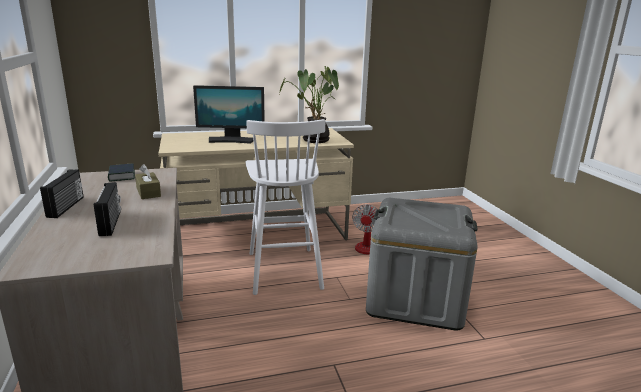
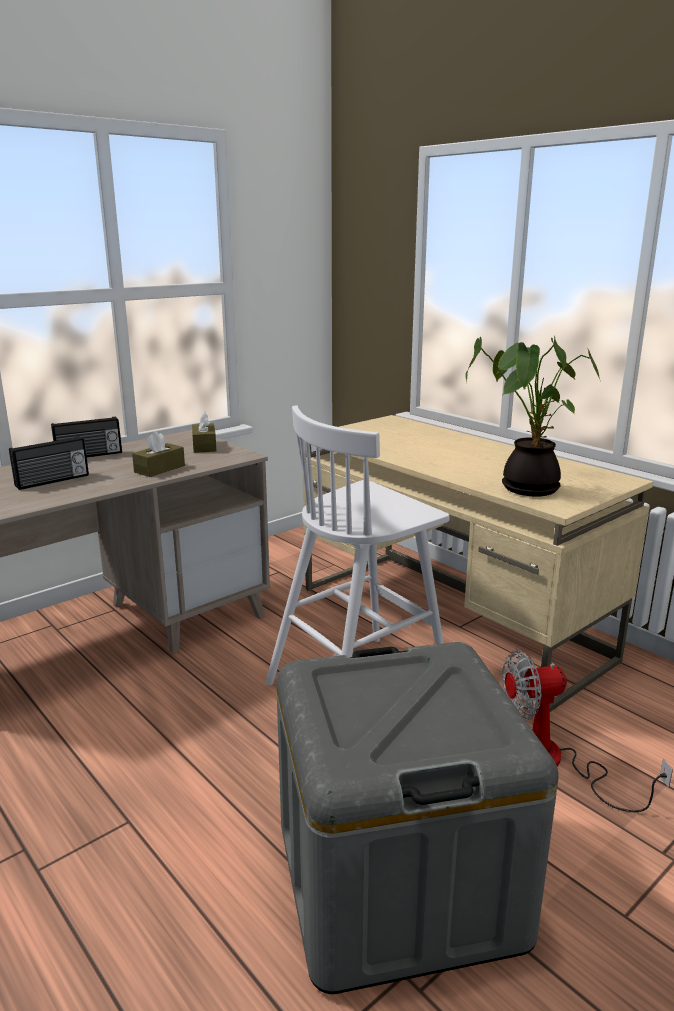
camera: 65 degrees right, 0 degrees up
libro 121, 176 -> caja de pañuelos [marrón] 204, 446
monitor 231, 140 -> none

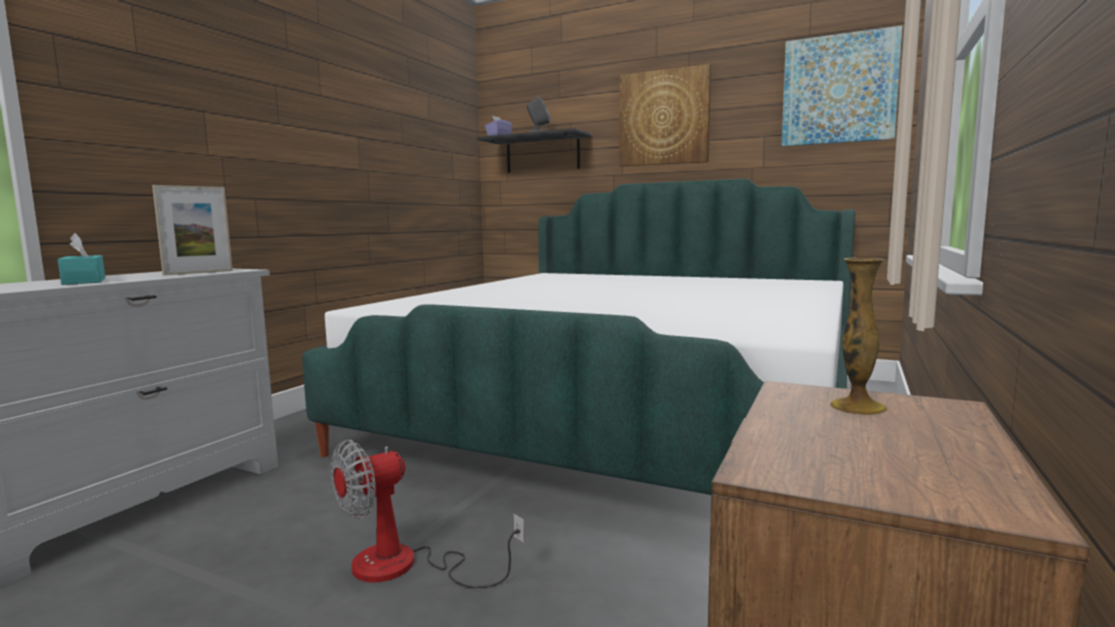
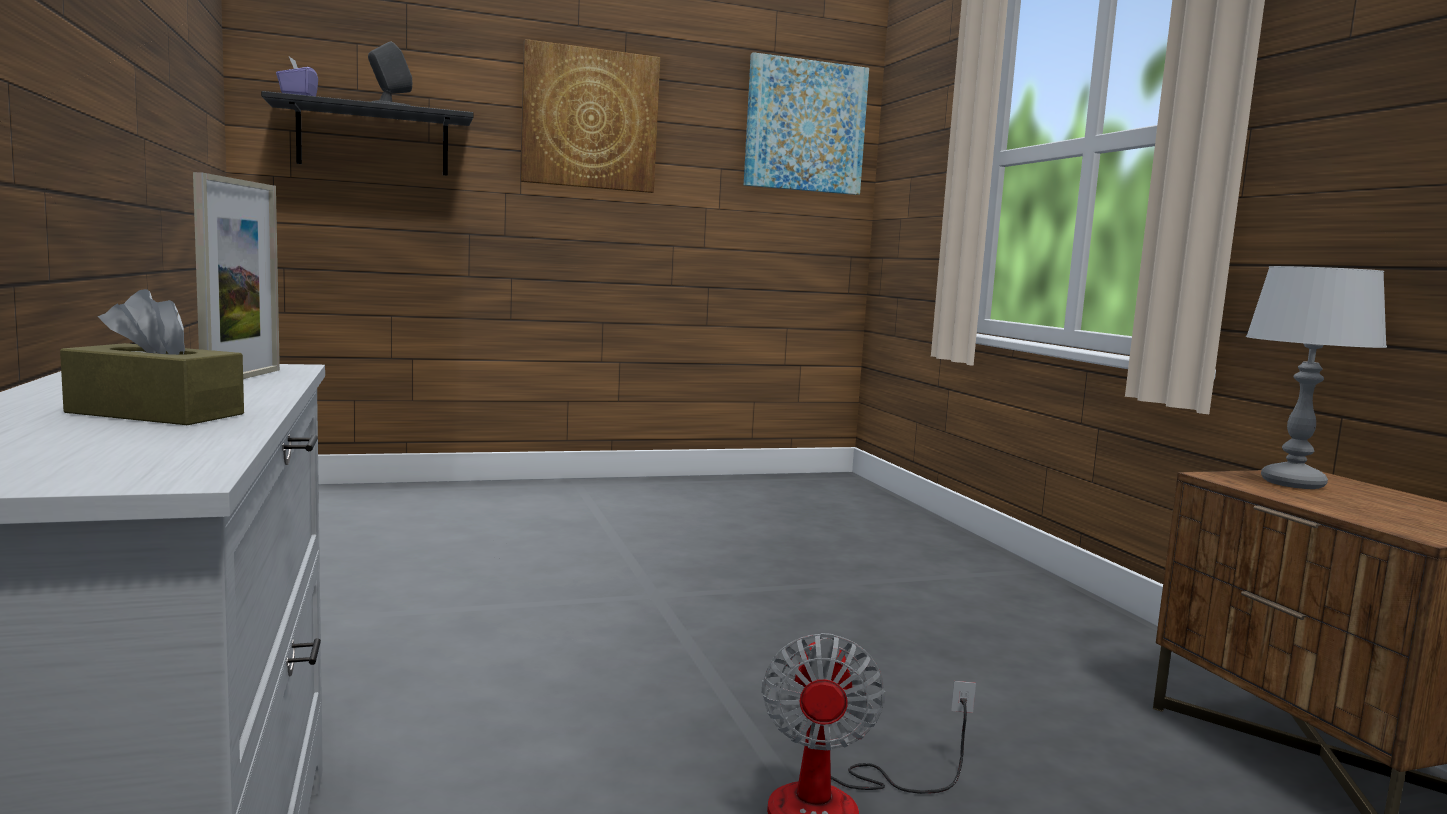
camera: 45 degrees left, 0 degrees up
caja de pañuelos [turquesa] 84, 281 -> caja de pañuelos [marrón] 155, 413
cama 625, 411 -> none
florero 858, 407 -> lámpara de mesa [gris] 1292, 483

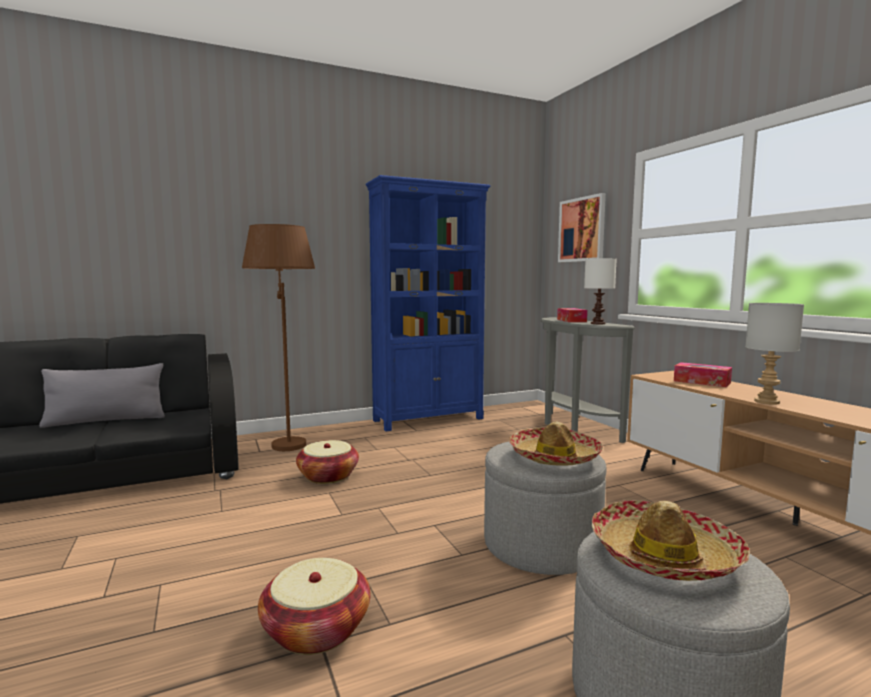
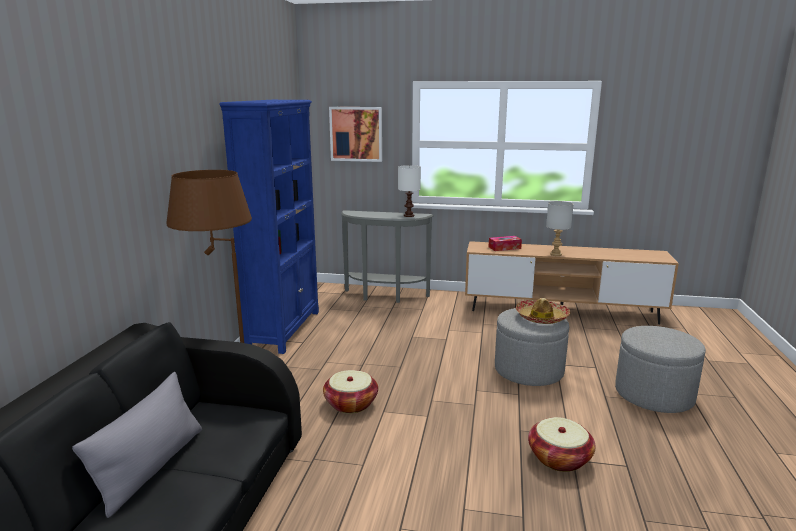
camera: 55 degrees left, 10 degrees up
caja de pañuelos 571, 320 -> none
sombrero 664, 555 -> none

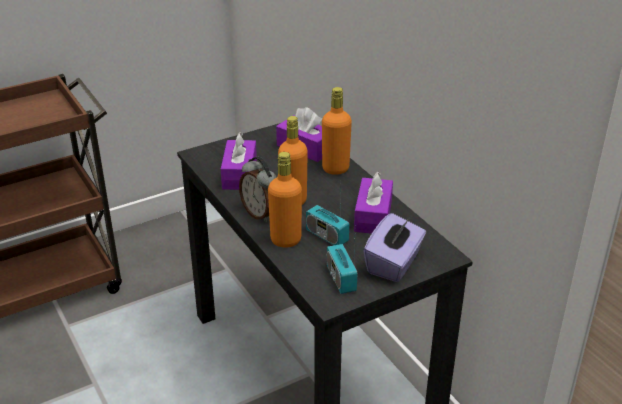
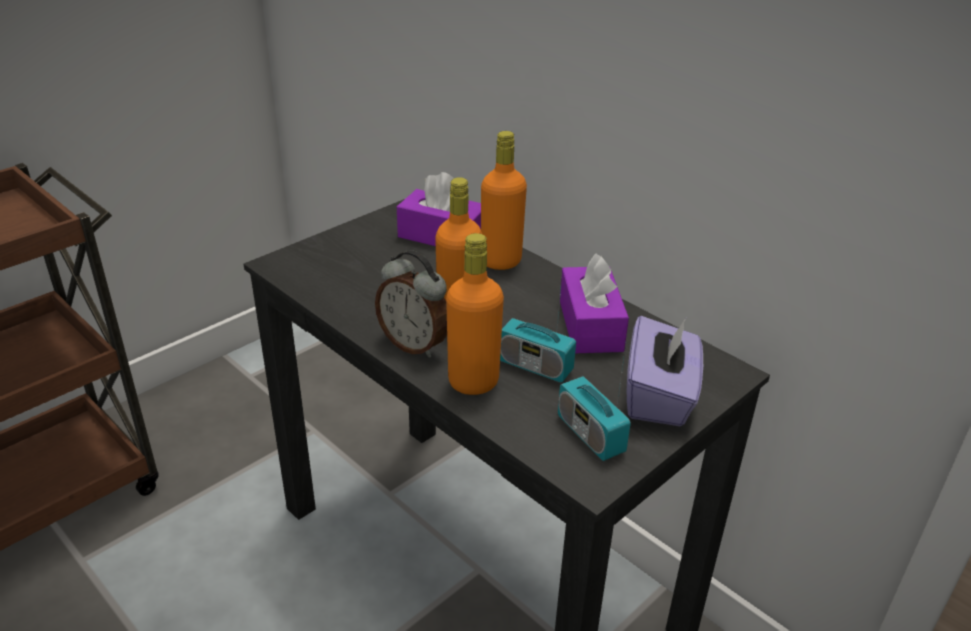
camera: 15 degrees left, 0 degrees up
caja de pañuelos [morado] 239, 174 -> none

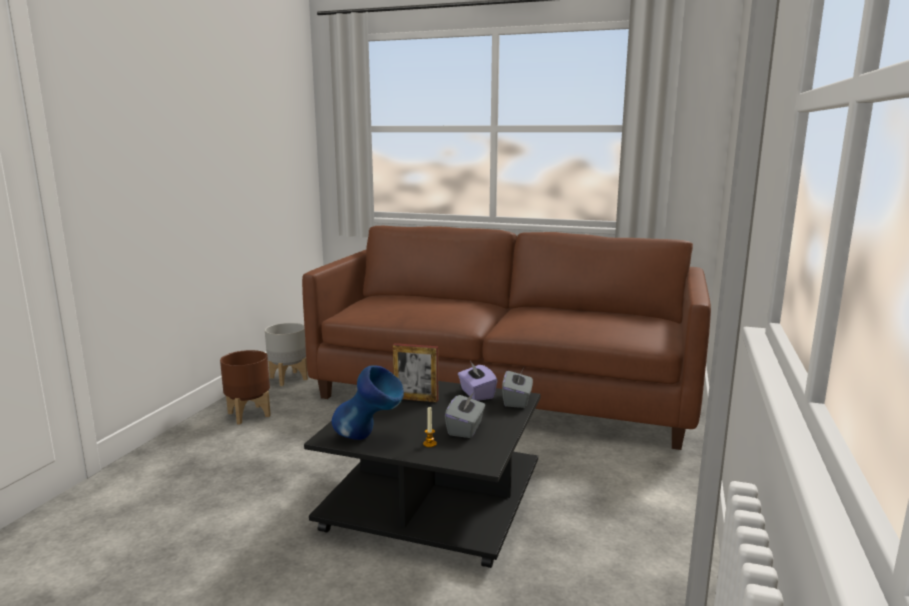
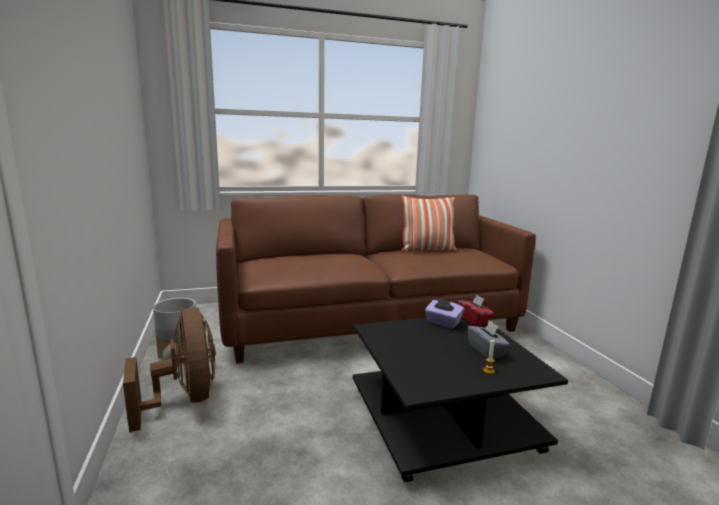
camera: 35 degrees left, 0 degrees up
maceta [marrón] 248, 414 -> ventilador [marrón] 185, 399
florero [azul] 369, 438 -> none
portarretratos 416, 399 -> none
caja de pañuelos [gris] 517, 400 -> caja de pañuelos [rojo] 474, 321
none -> cojín 427, 250

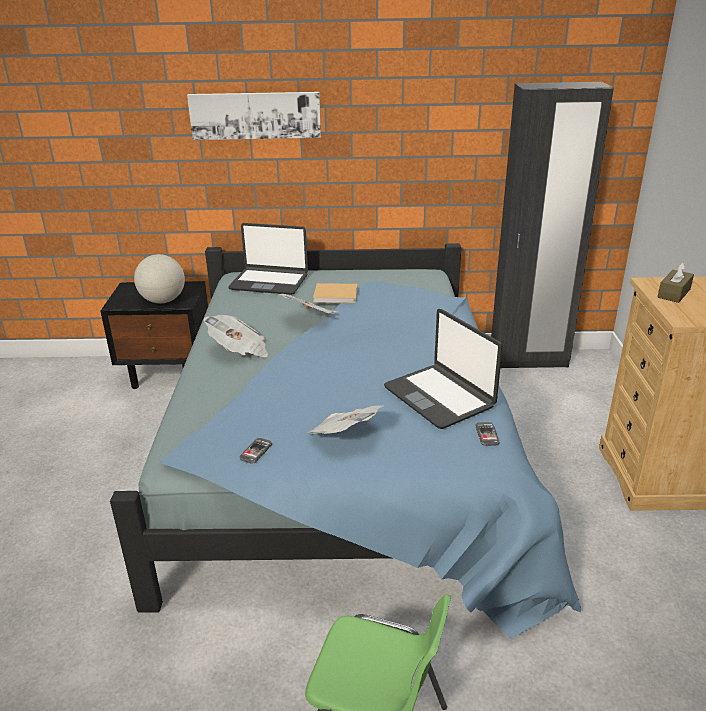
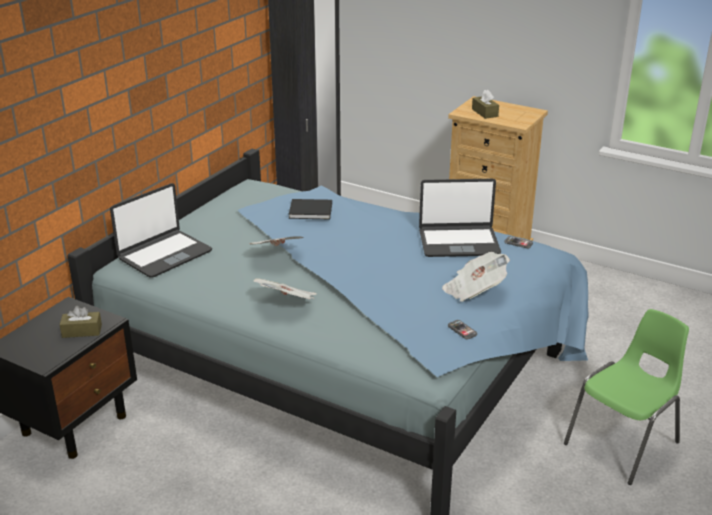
camera: 60 degrees left, 0 degrees up
globo terráqueo 163, 301 -> caja de pañuelos [marrón] 82, 331
cuadro 255, 115 -> none
libro [beis] 337, 295 -> none
none -> libro [negro] 312, 211

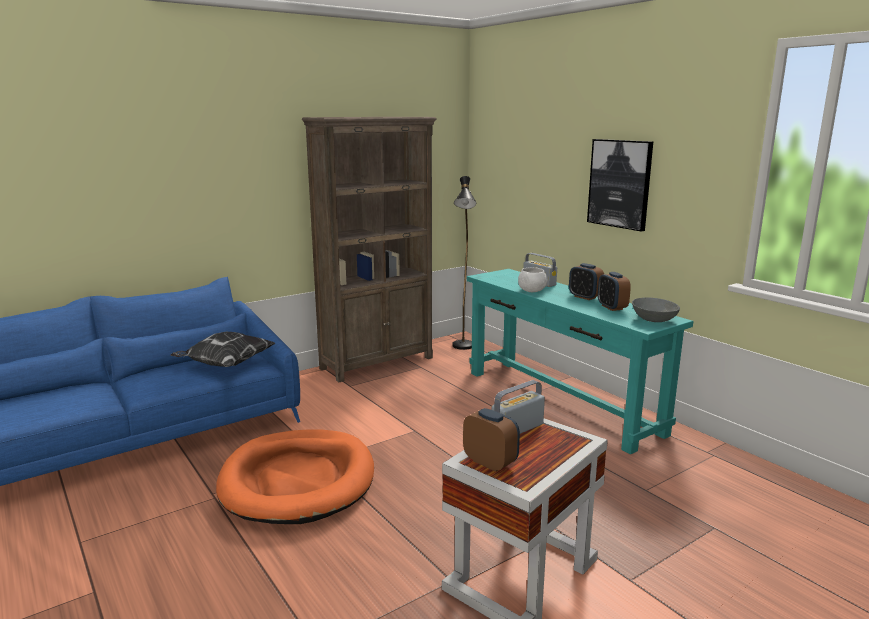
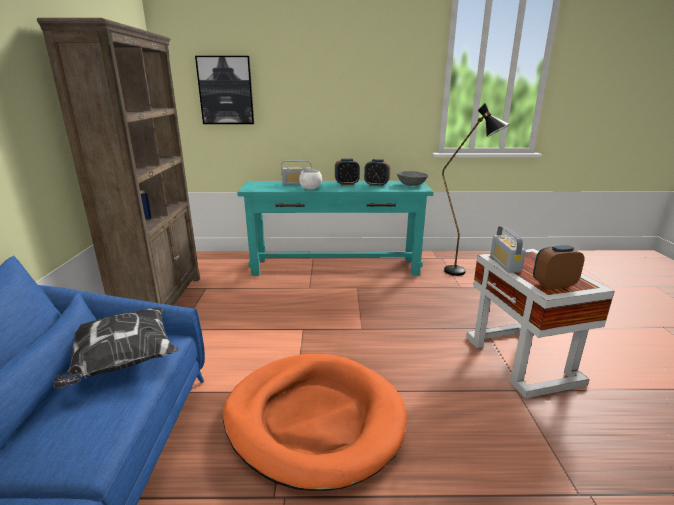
camera: 55 degrees left, 5 degrees up
lámpara de pie [negro] 463, 348 -> lámpara de pie [negro] 462, 273, shifted
cuadro 620, 183 -> cuadro 226, 90, shifted

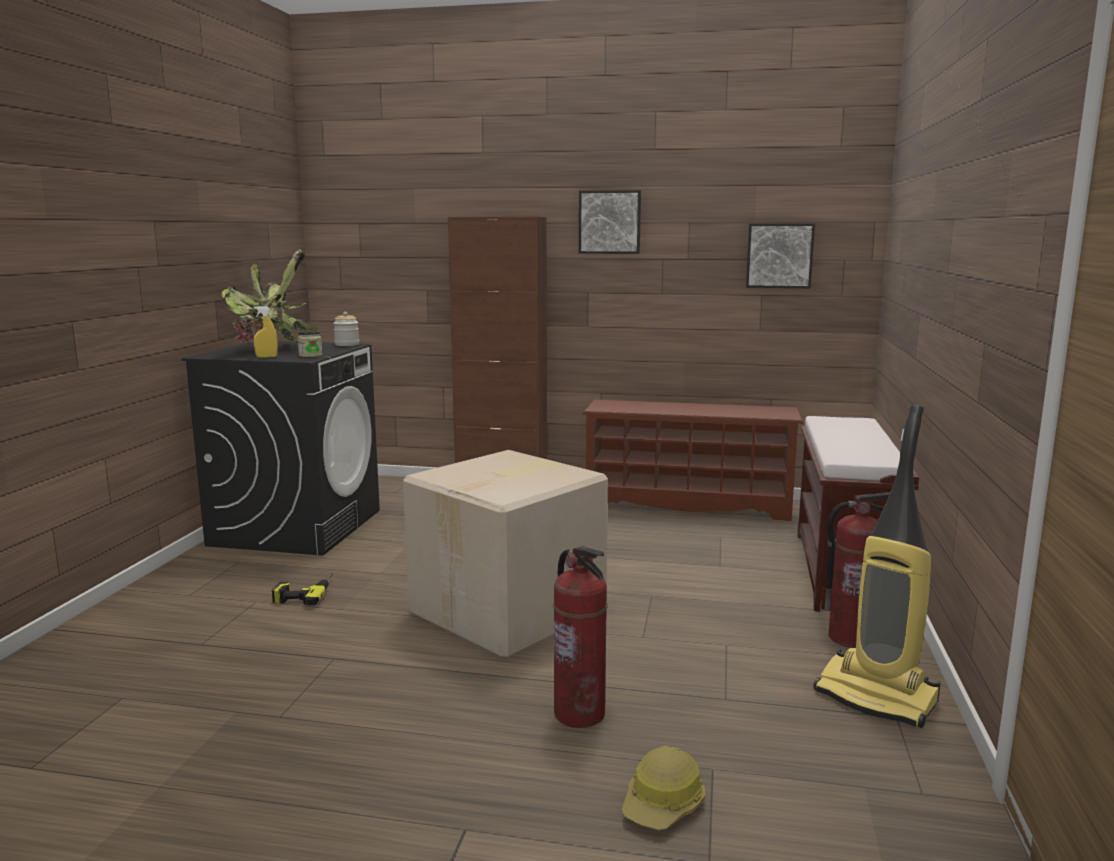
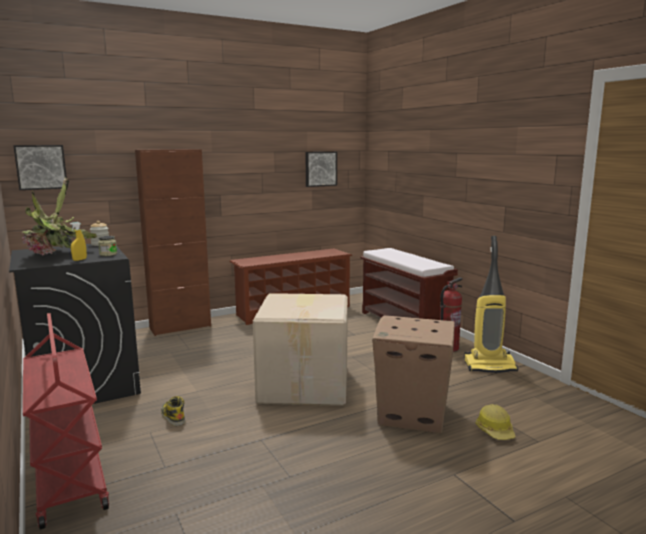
camera: 40 degrees left, 0 degrees up
taladro 304, 593 -> bota 172, 416
extintor 579, 714 -> caja de cartón 413, 414
cuadro 610, 222 -> cuadro 41, 167, shifted
none -> carrito [rojo] 68, 478

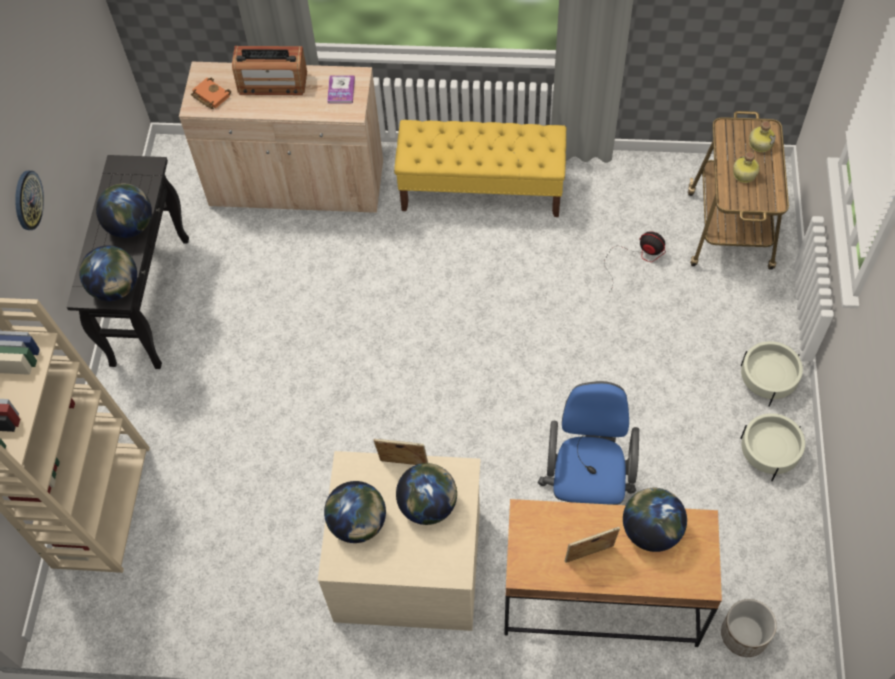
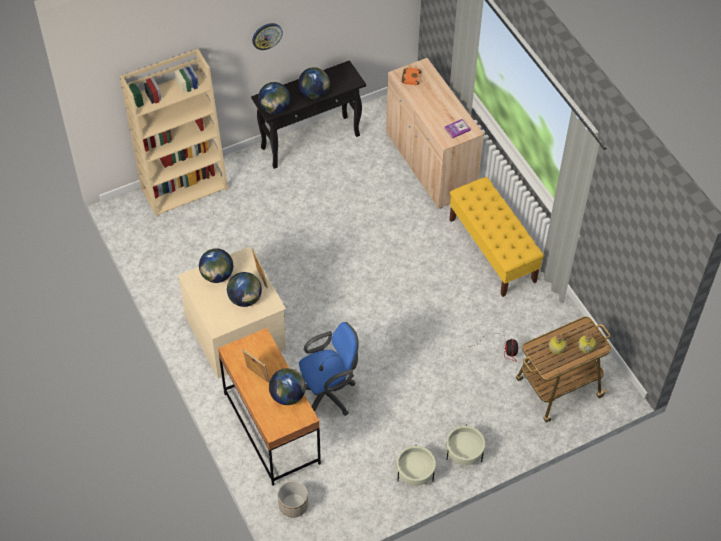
camera: 55 degrees right, 5 degrees down
radio 272, 82 -> none

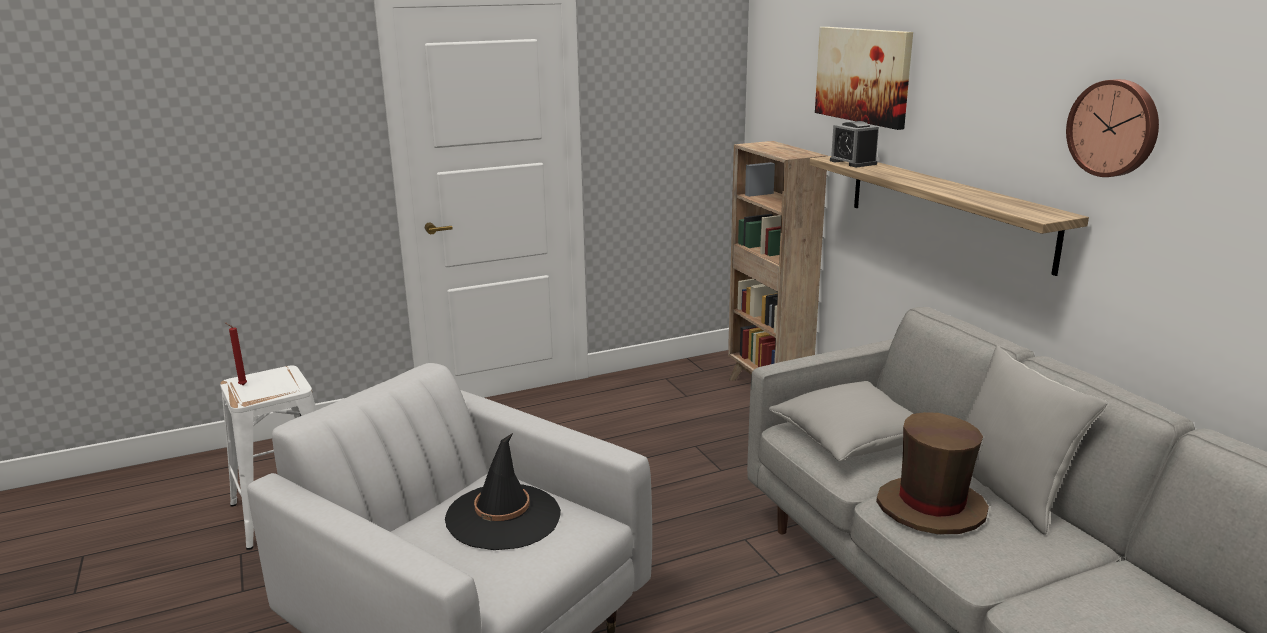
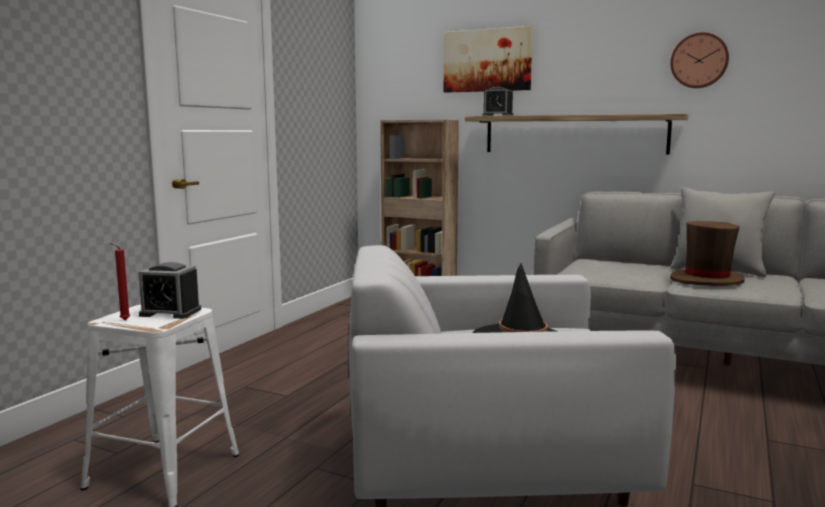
camera: 40 degrees left, 10 degrees down
cojín [gris] 852, 439 -> none
none -> despertador 170, 312

